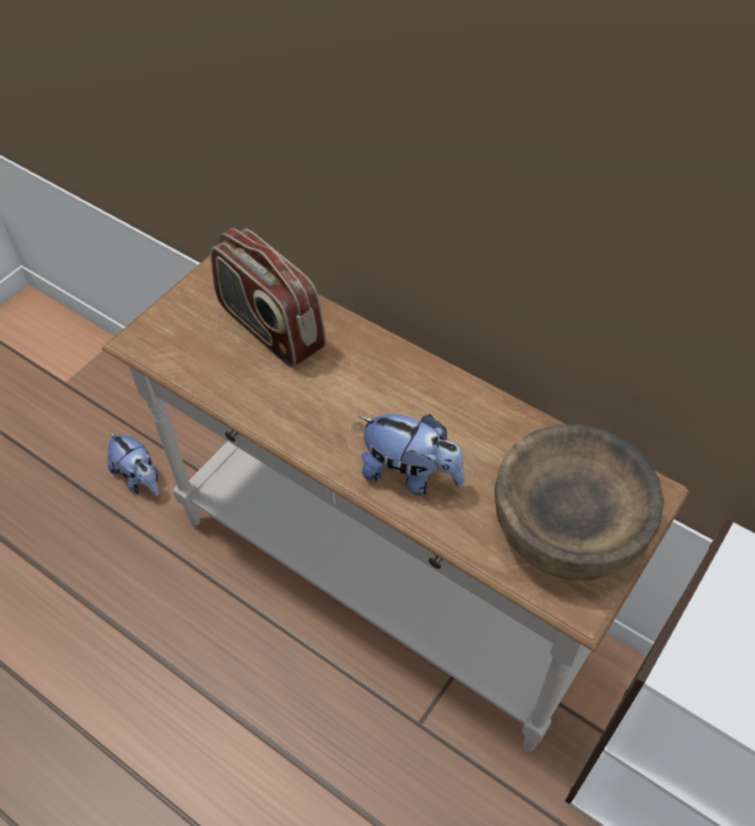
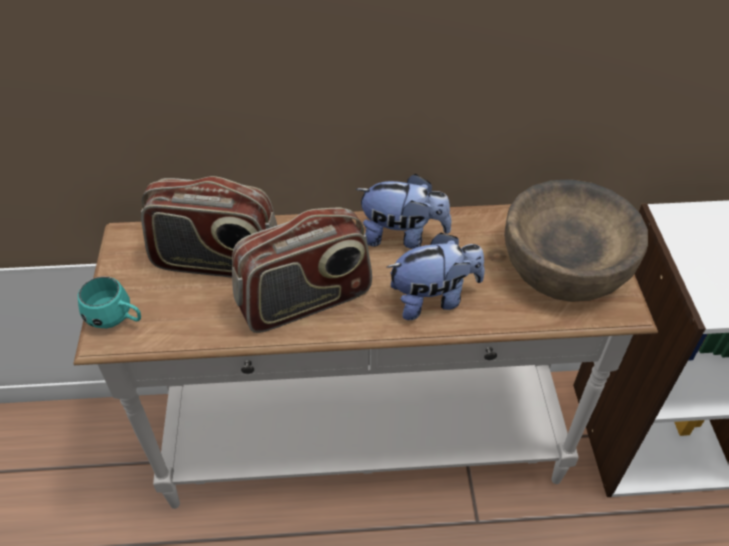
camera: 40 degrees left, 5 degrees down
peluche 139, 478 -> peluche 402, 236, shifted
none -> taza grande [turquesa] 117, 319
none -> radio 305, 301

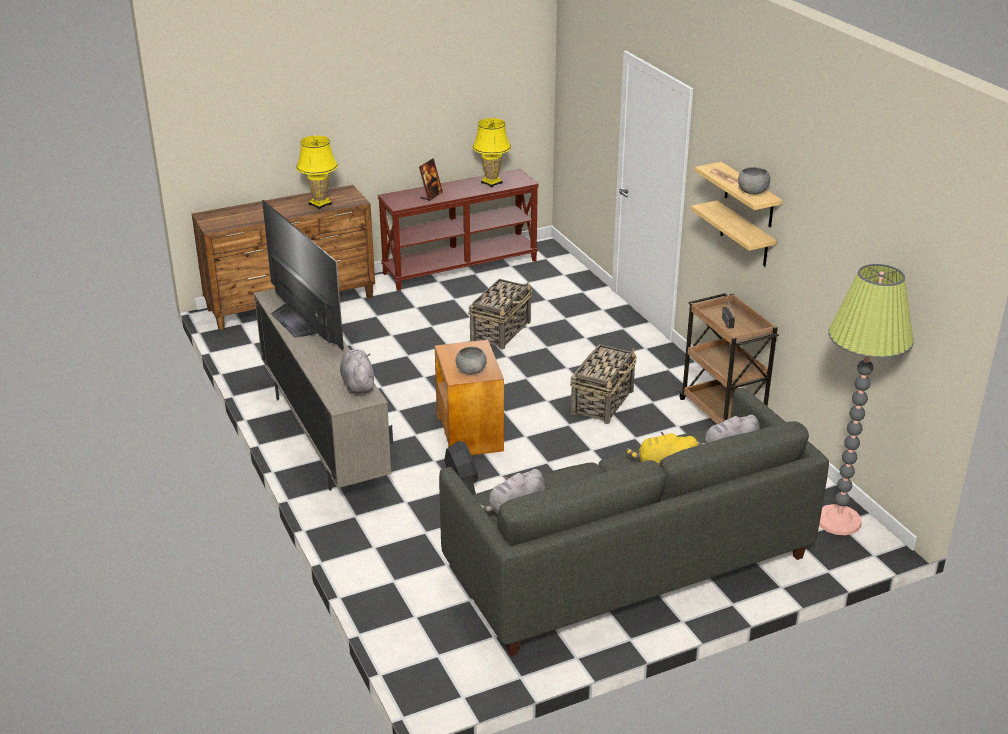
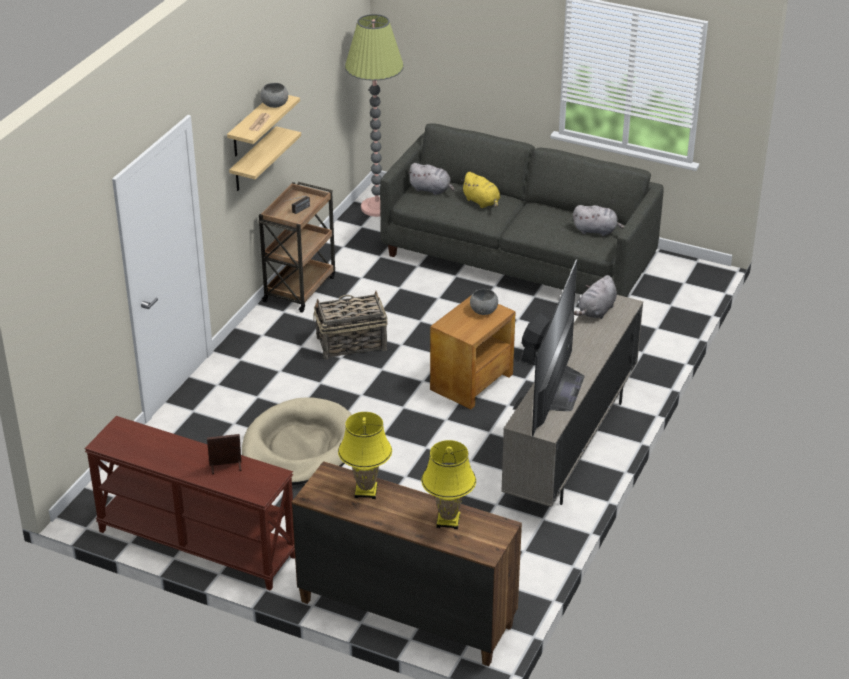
camera: 130 degrees left, 5 degrees up
cesta 501, 331 -> cama para perro [beis] 300, 447
lámpara de mesa [amarillo] 491, 183 -> lámpara de mesa [amarillo] 448, 521, shifted

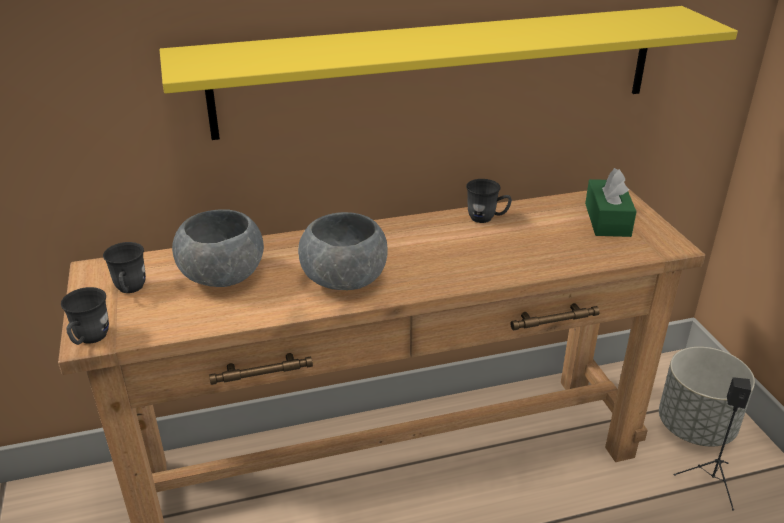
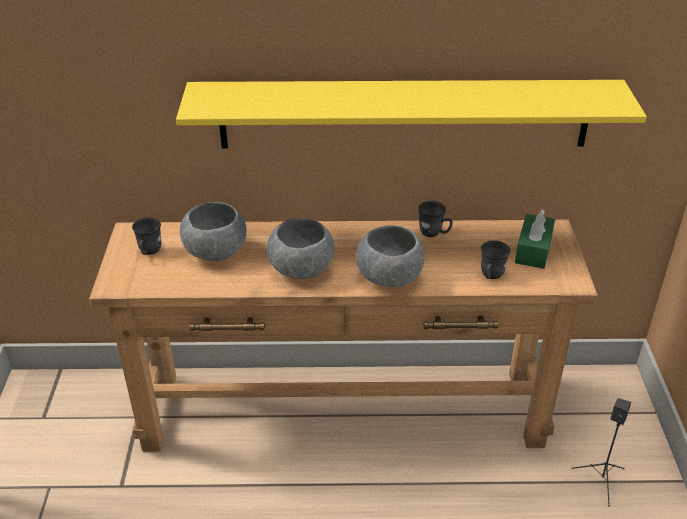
camera: 15 degrees right, 5 degrees up
taza grande [gris] 89, 340 -> taza grande [gris] 490, 276, shifted
maceta [gris] 696, 426 -> none
none -> cuenco [gris] 390, 277

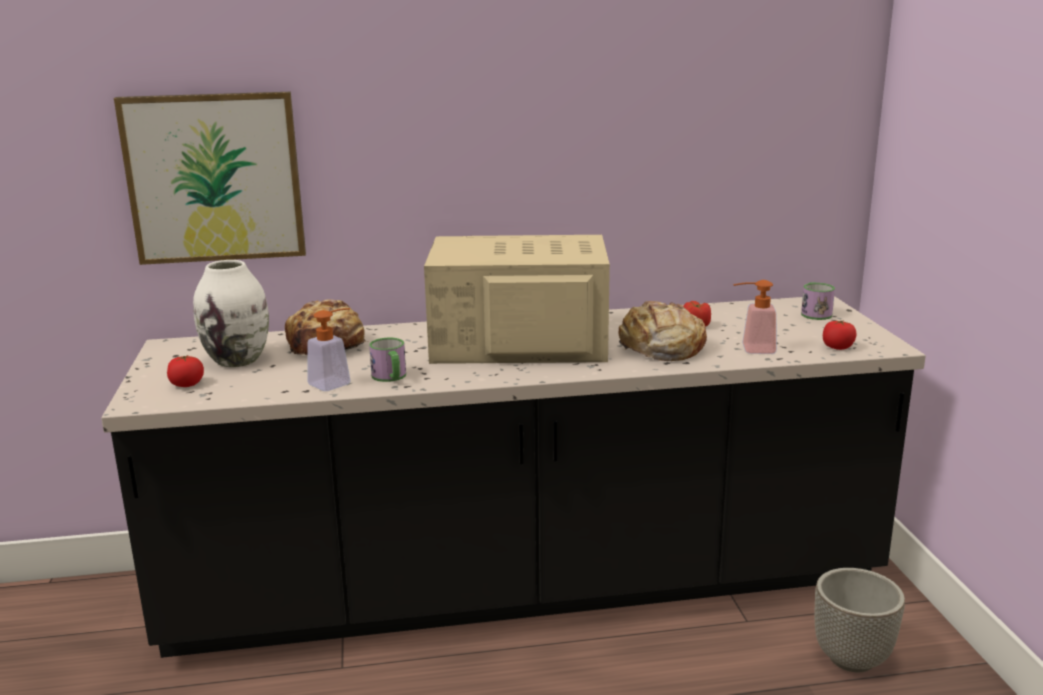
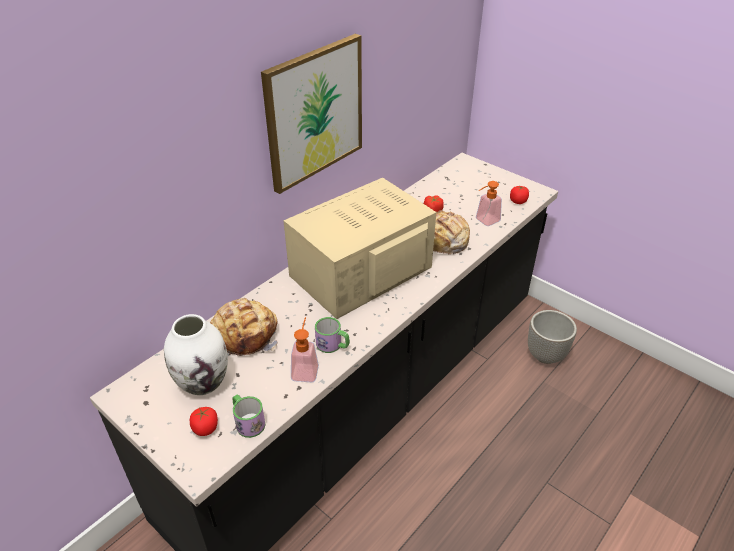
camera: 40 degrees left, 20 degrees up
cuadro 214, 178 -> cuadro 314, 112, shifted
taza grande 814, 313 -> taza grande 247, 422, shifted

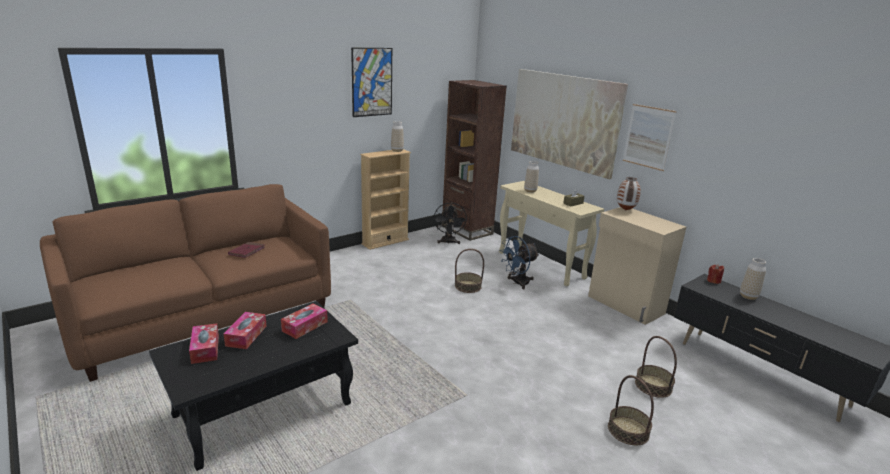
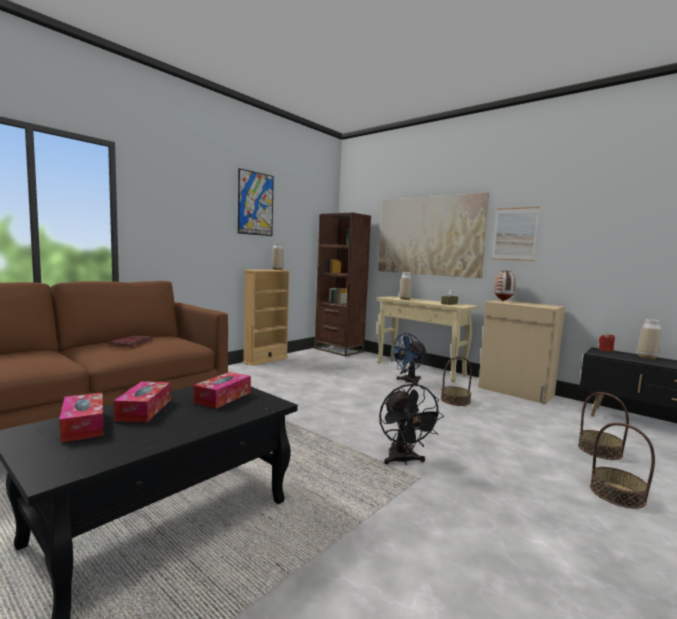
camera: 10 degrees left, 15 degrees down
ventilador [negro] 448, 242 -> ventilador [negro] 403, 461, shifted
cesta 468, 286 -> cesta 455, 400, shifted

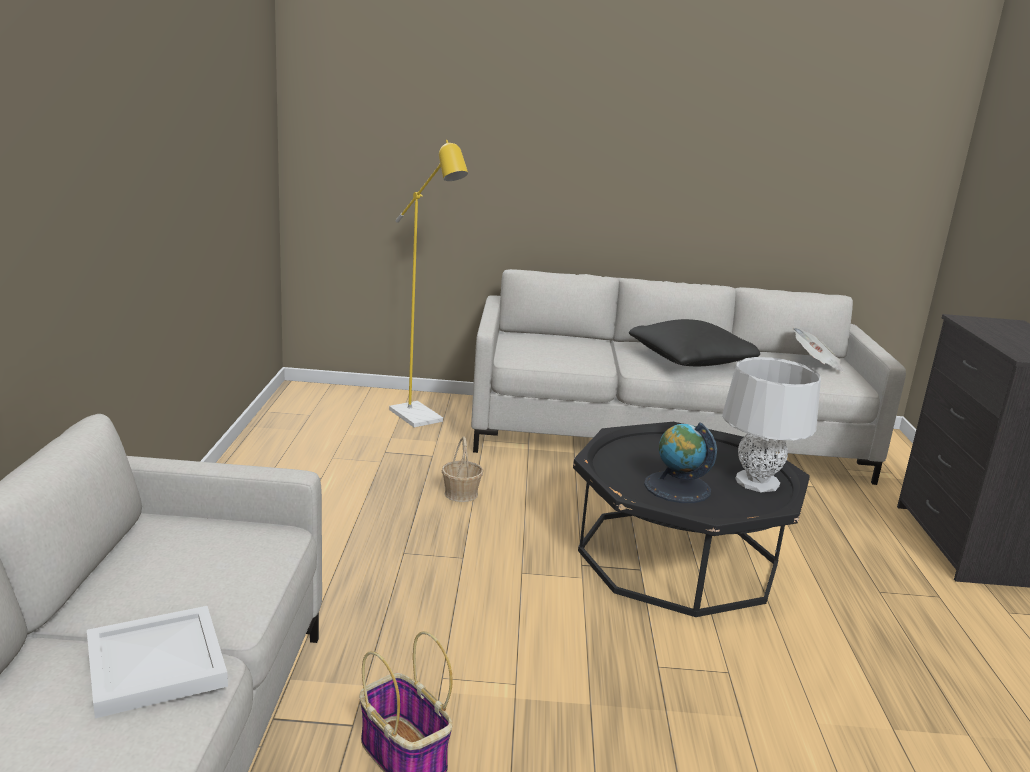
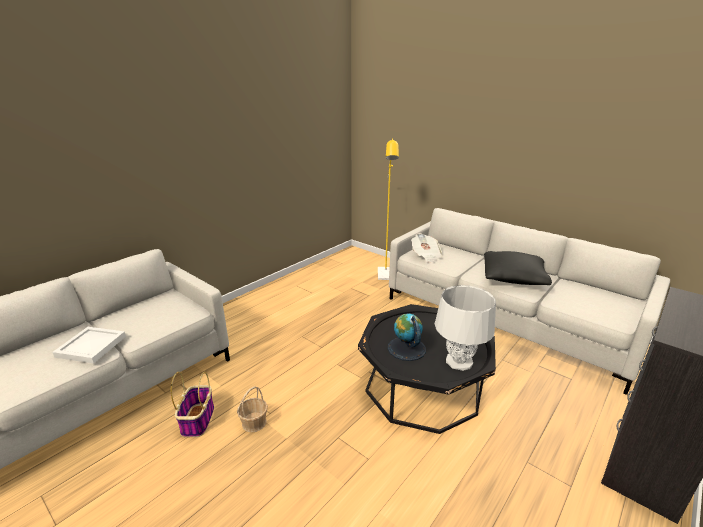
camera: 40 degrees right, 5 degrees up
cesta 461, 493 -> cesta 254, 422, shifted
periódico 816, 364 -> periódico 426, 256, shifted

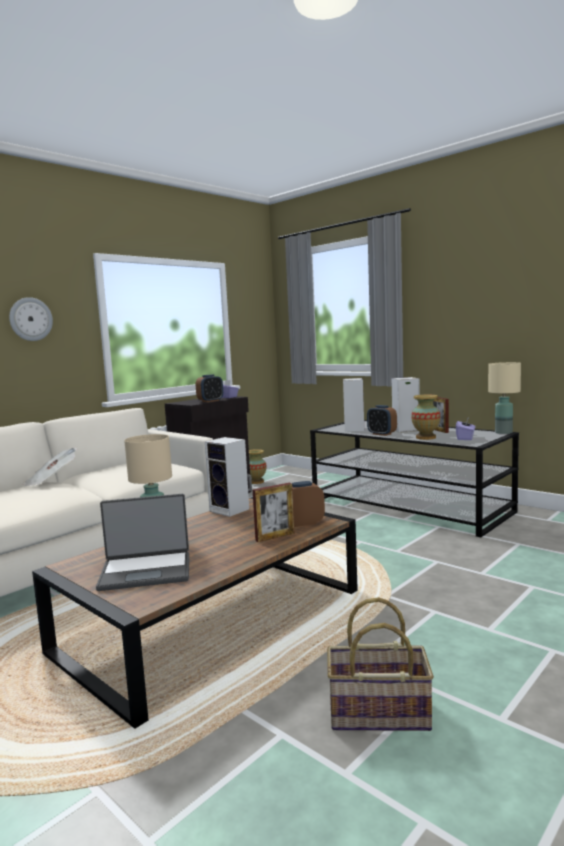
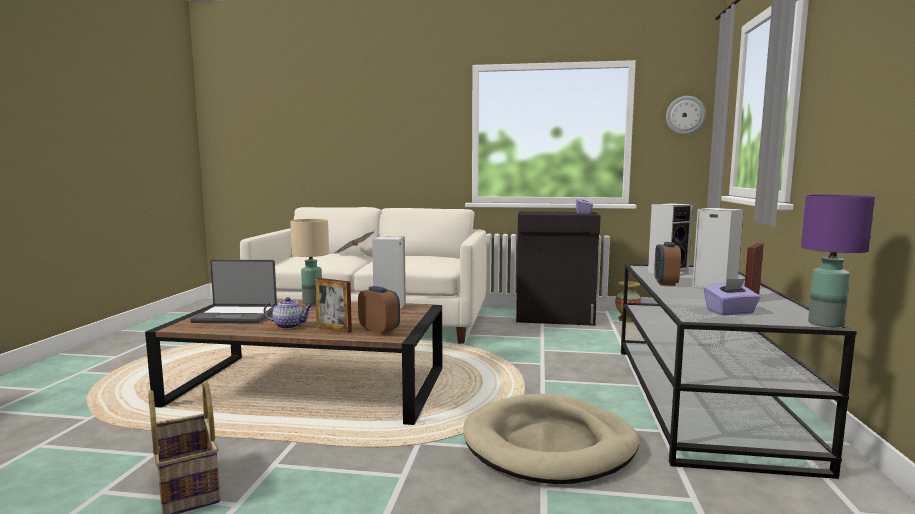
camera: 55 degrees right, 0 degrees up
reloj de pared 30, 319 -> reloj de pared 685, 115, shifted
portátil 146, 571 -> portátil 236, 316, 45 degrees counterclockwise
despertador 210, 401 -> none
florero 426, 437 -> none
lámpara de mesa [beis] 503, 432 -> lámpara de mesa [morado] 824, 323
none -> tetera 289, 326
none -> cama para perro [beis] 550, 444

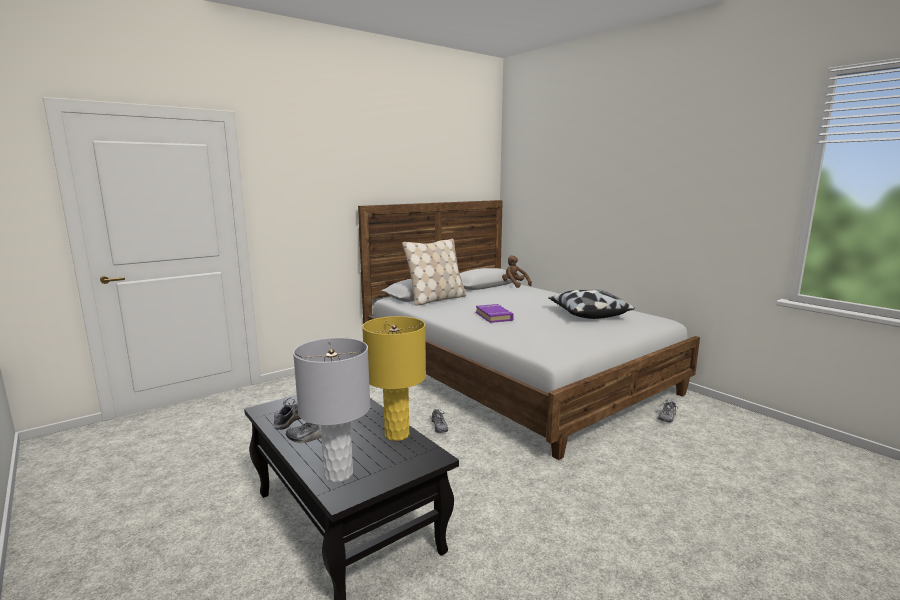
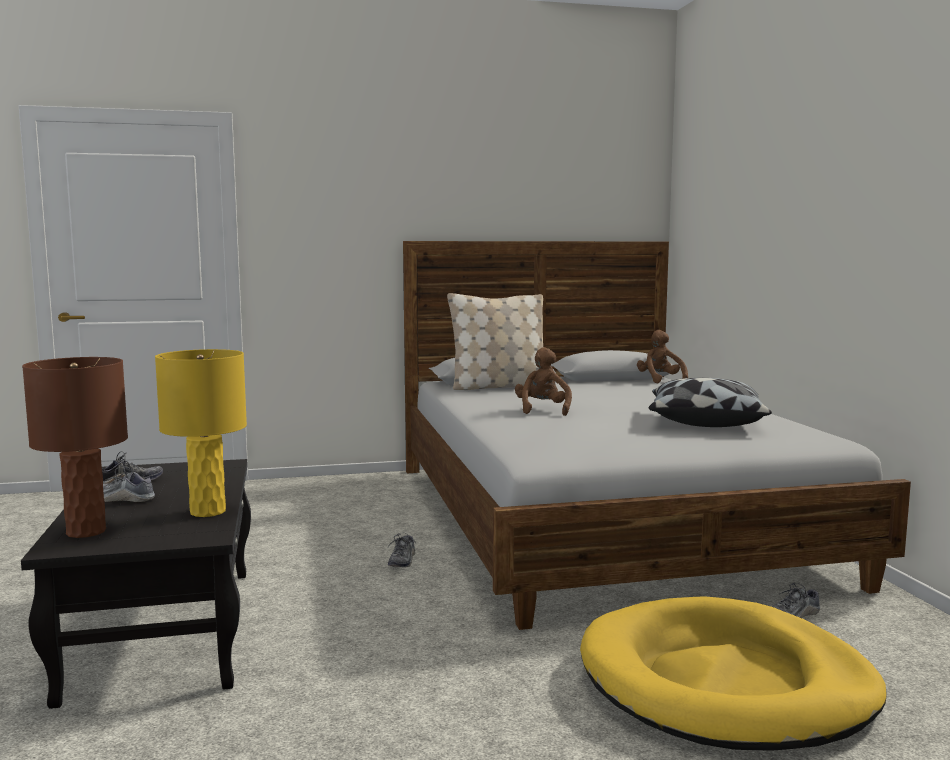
camera: 25 degrees right, 5 degrees down
lámpara de mesa [gris] 338, 474 -> lámpara de mesa [marrón] 86, 532
libro [morado] 494, 316 -> peluche [marrón] 542, 410
none -> cama para perro [amarillo] 726, 682

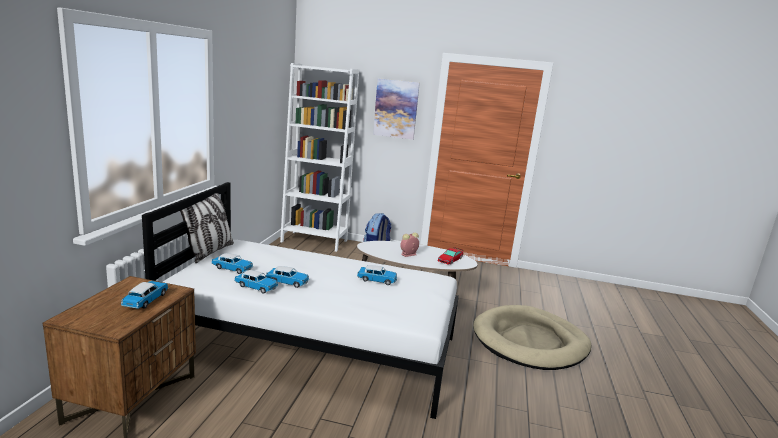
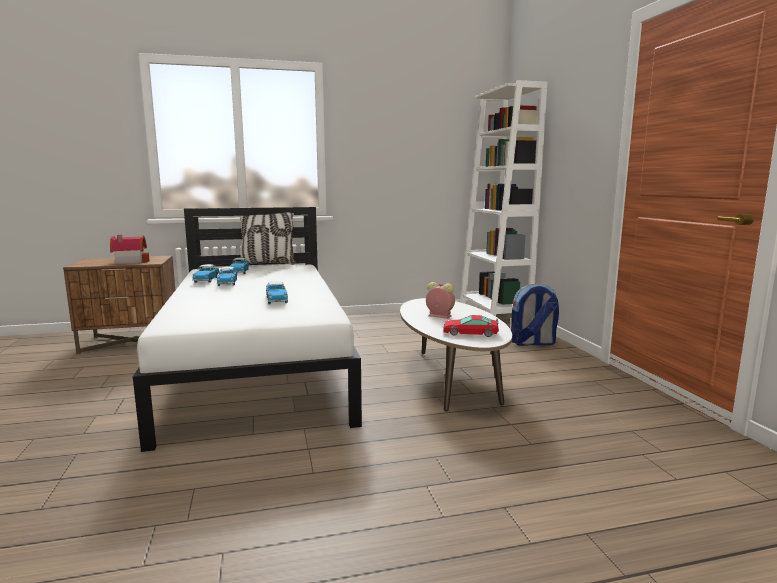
camera: 65 degrees right, 5 degrees down
coche de juguete 146, 300 -> casita 129, 262
cuadro 396, 109 -> none
cama para perro [beis] 530, 341 -> none

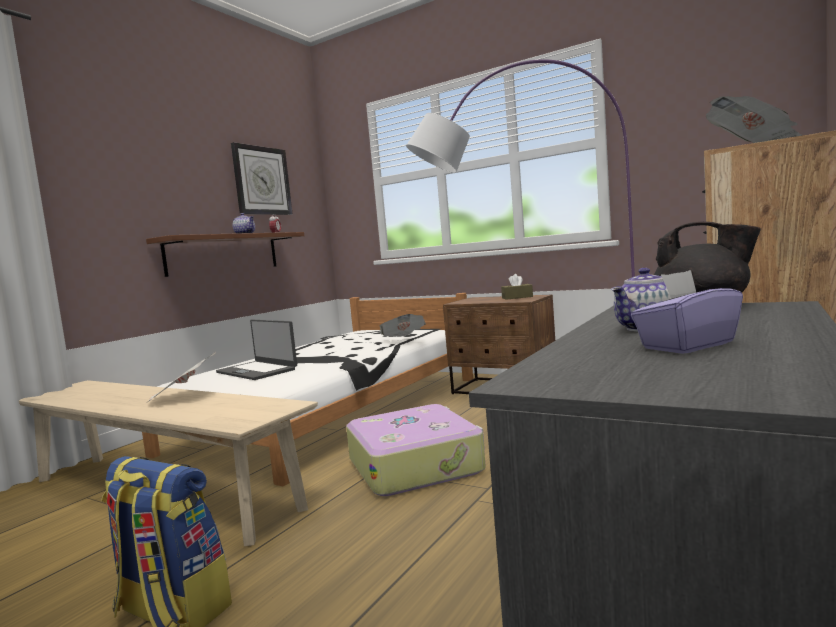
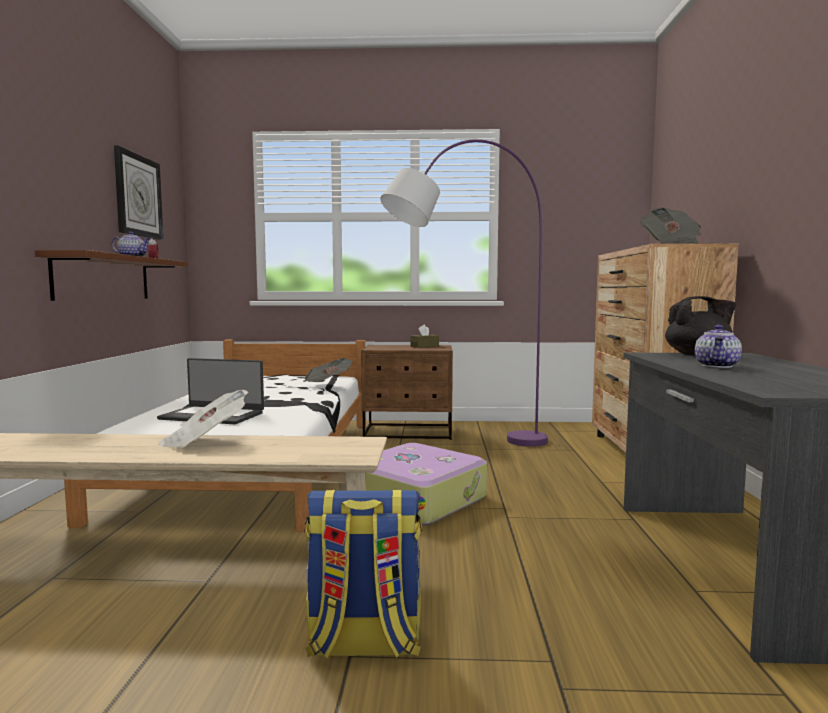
camera: 30 degrees left, 0 degrees up
caja de pañuelos [morado] 686, 346 -> none

